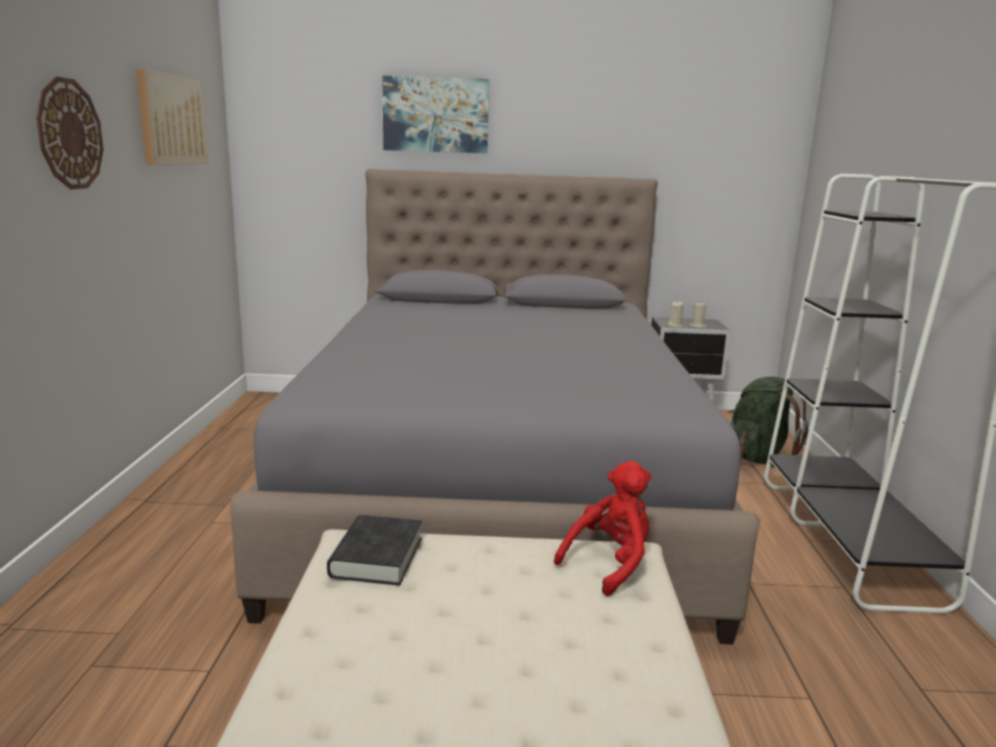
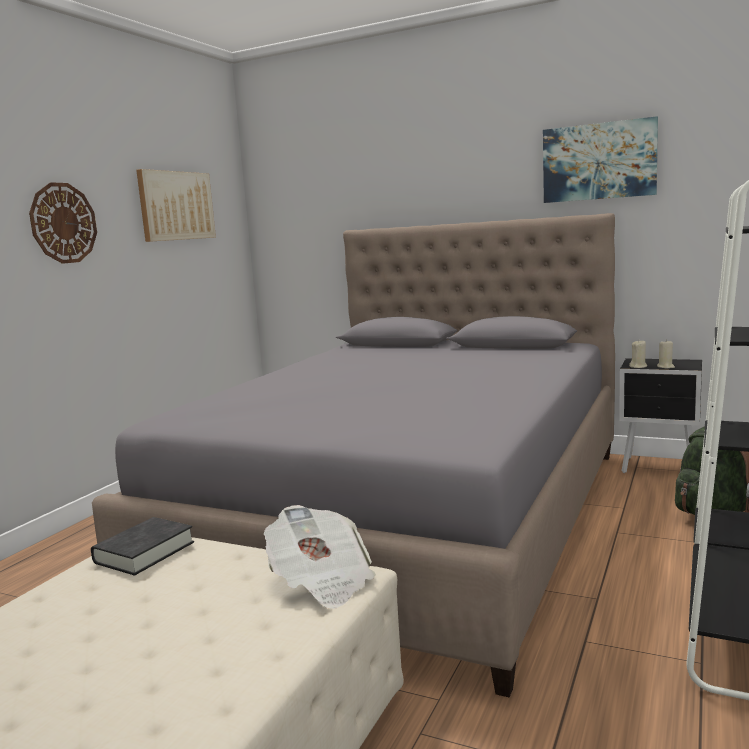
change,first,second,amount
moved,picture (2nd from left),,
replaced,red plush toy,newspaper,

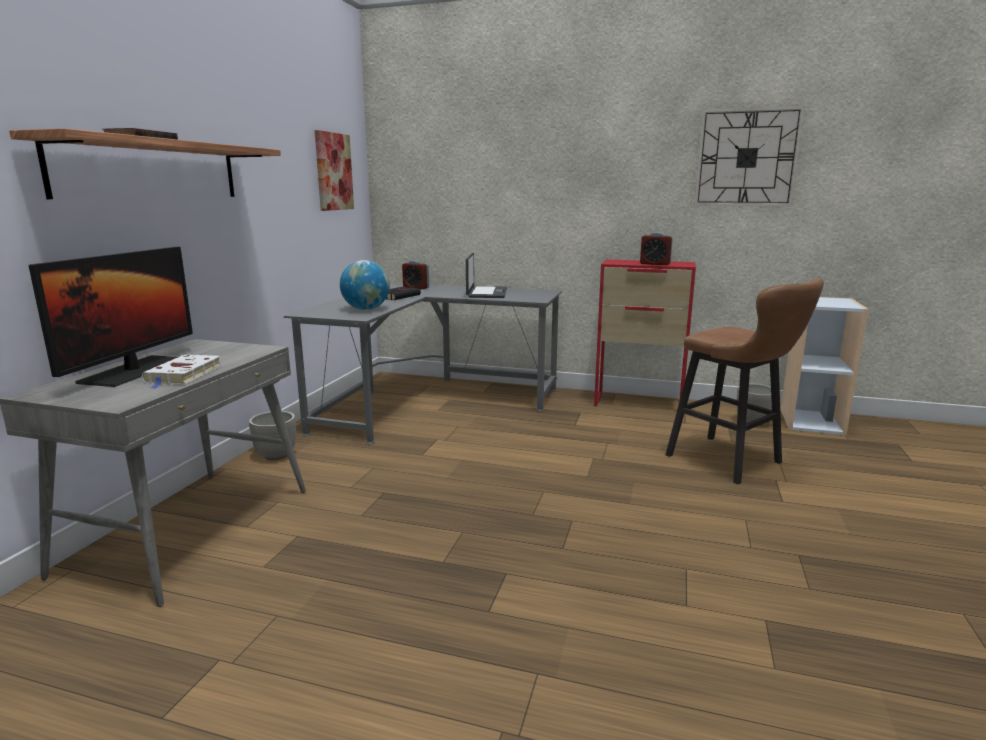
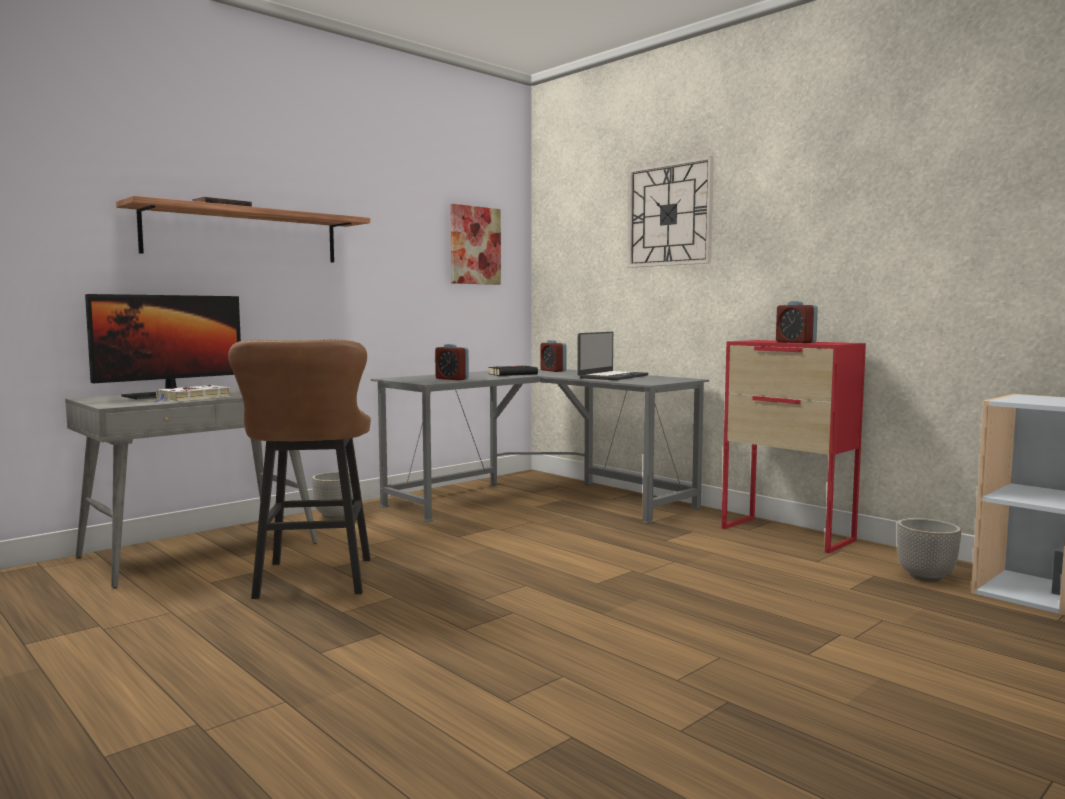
change,first,second,amount
moved,wall clock,,
replaced,globe,alarm clock (1st from left),
moved,brown stool,,

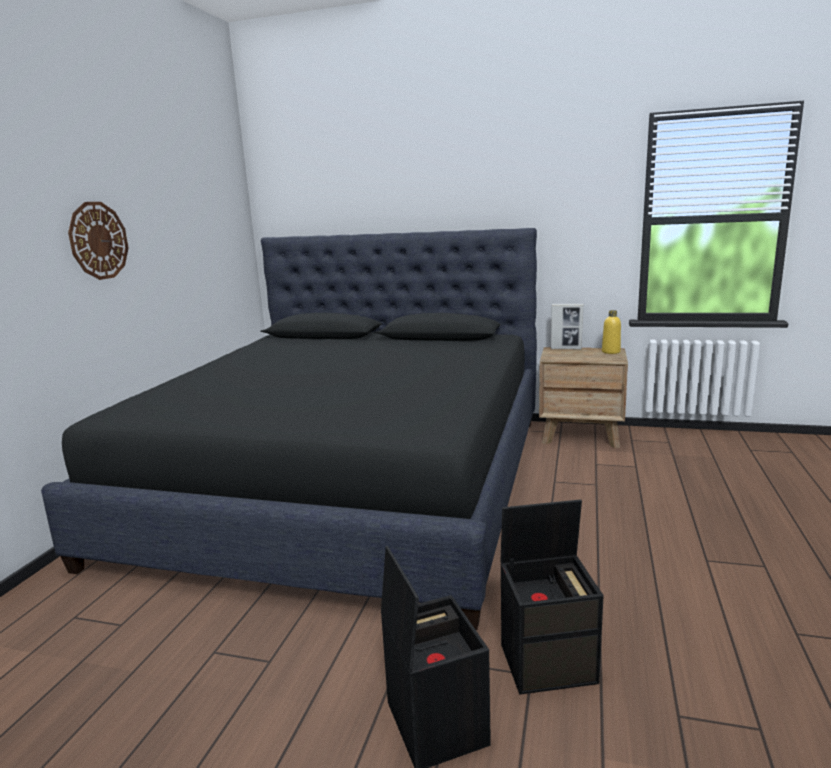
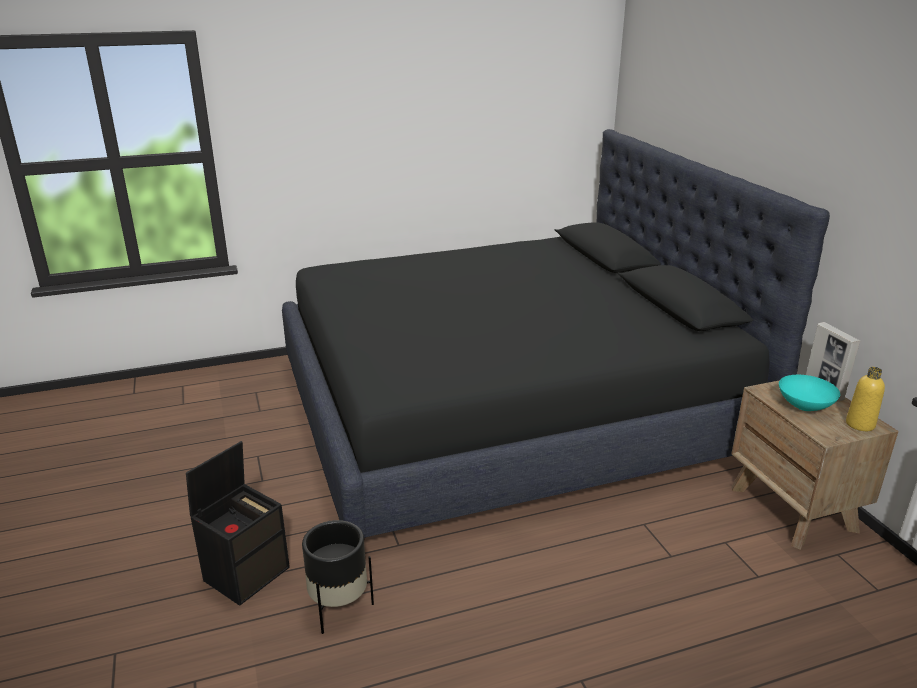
change,first,second,amount
removed,wall clock,,
replaced,black storage box (2nd from left),black planter,
added,,turquoise bowl,

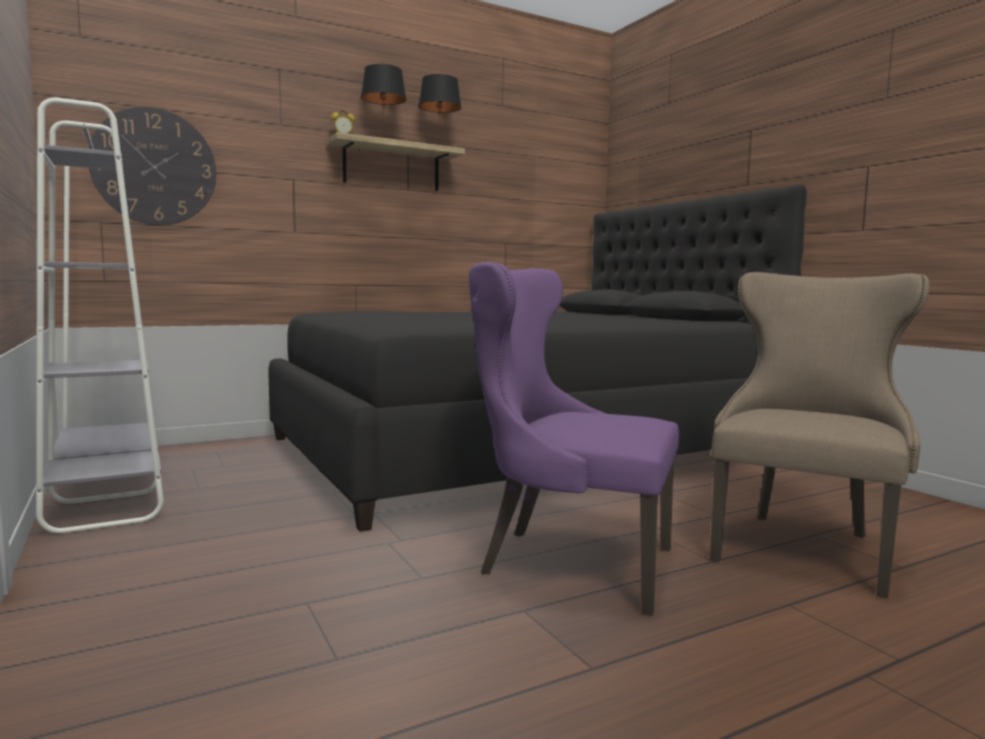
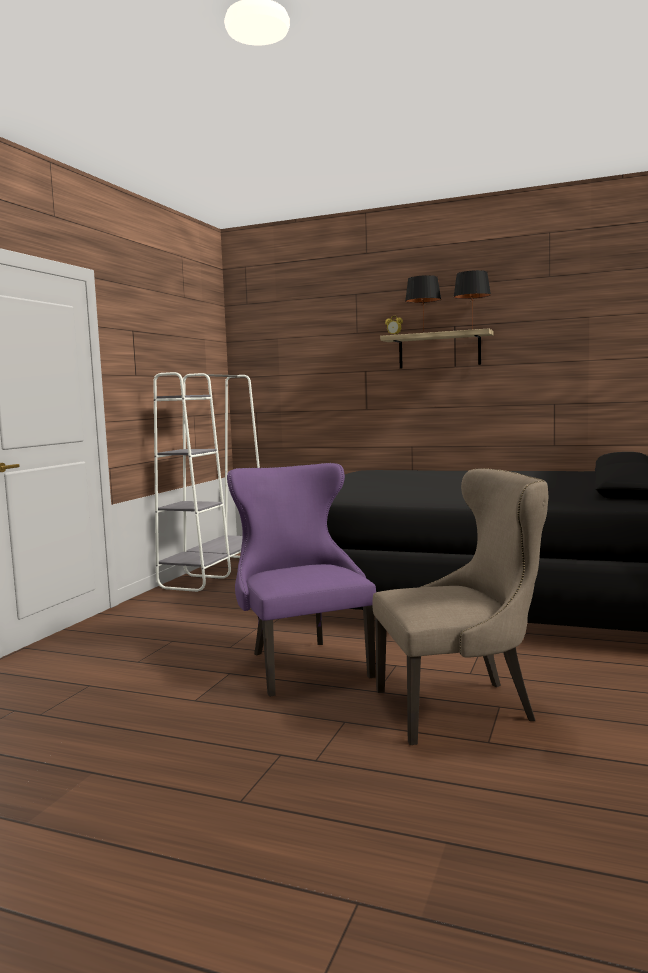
change,first,second,amount
removed,wall clock,,

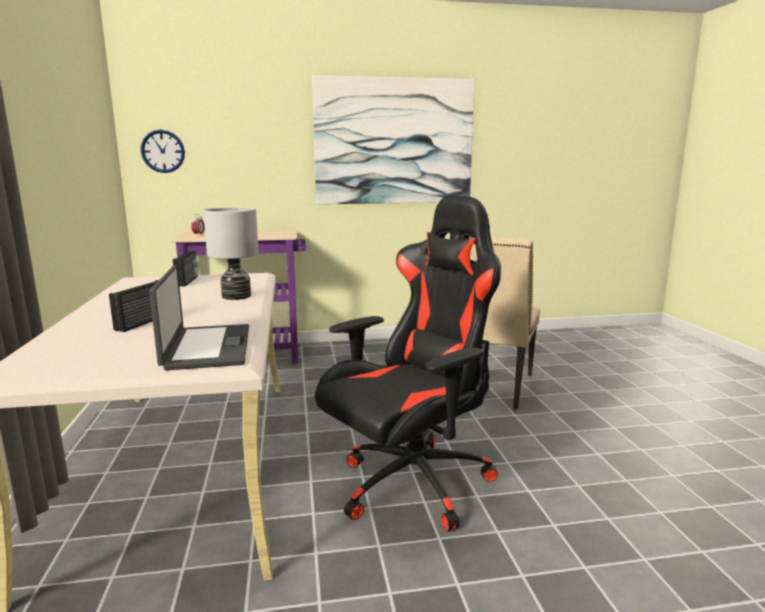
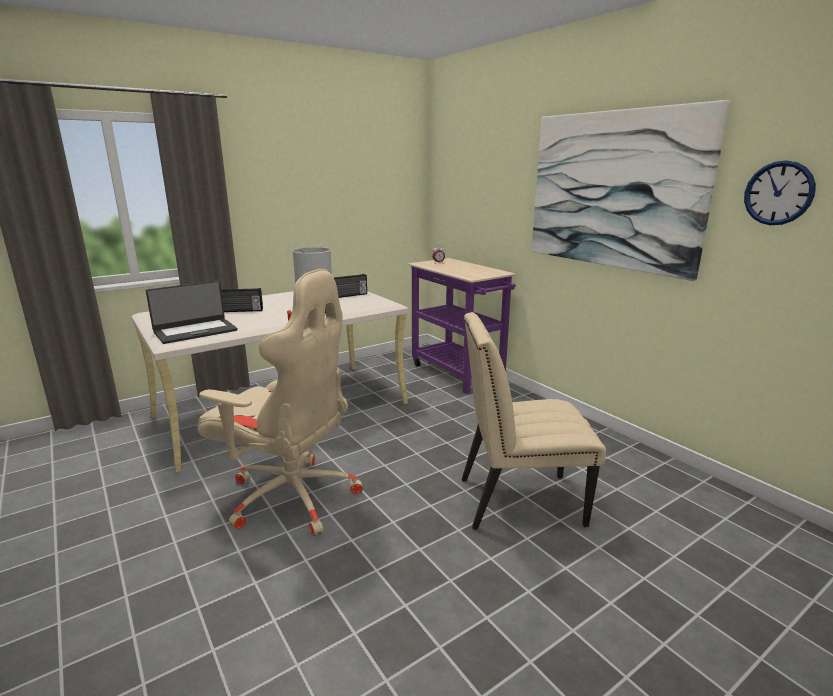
change,first,second,amount
moved,wall clock,,
recoloured,black office chair,beige office chair,

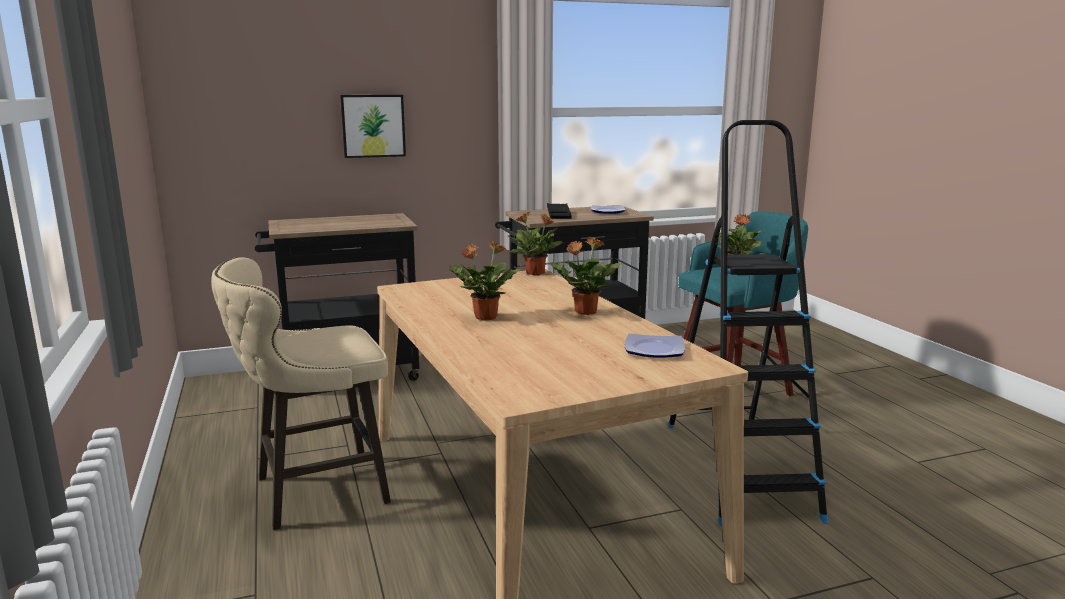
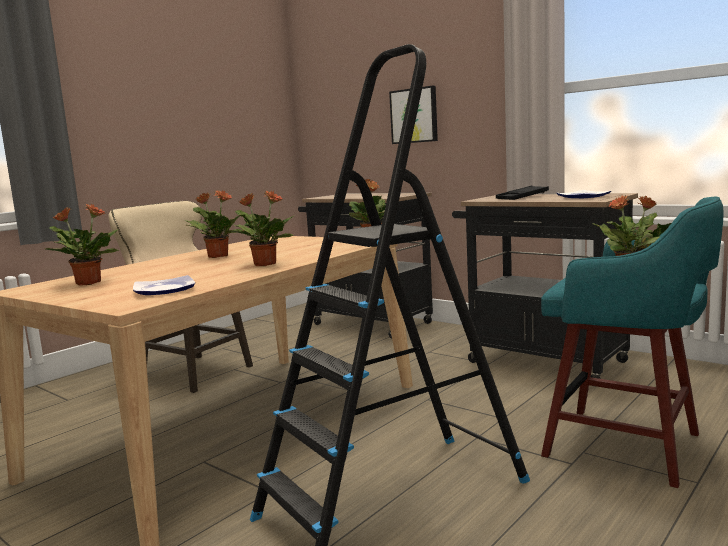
change,first,second,amount
added,,potted plant (1st from left),

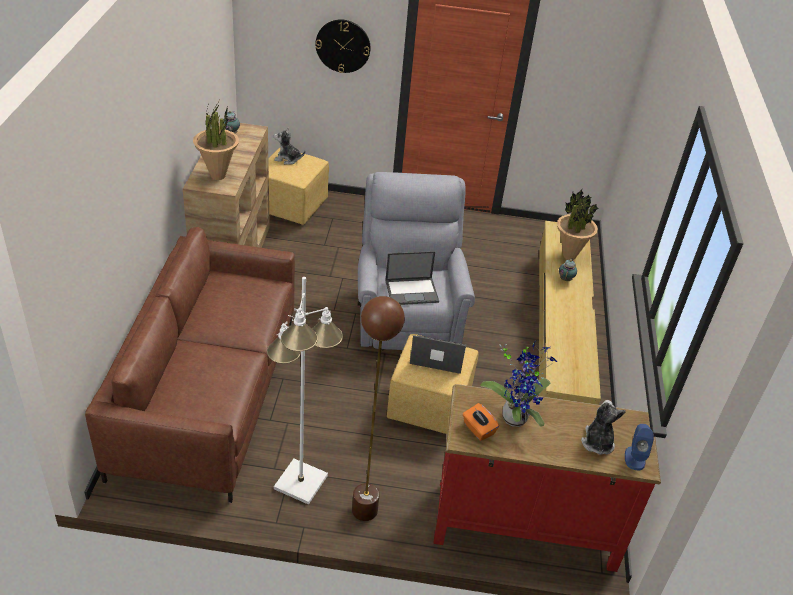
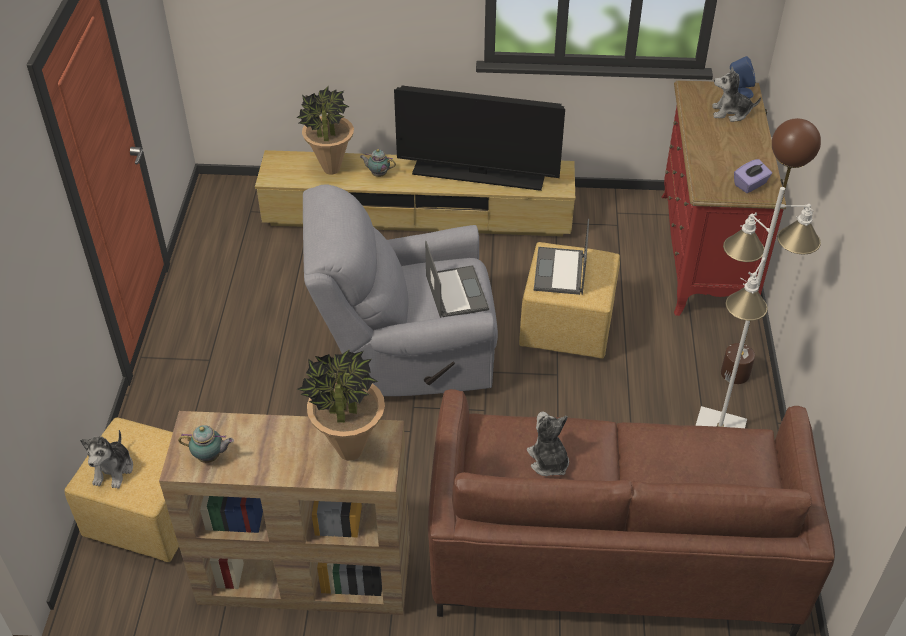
change,first,second,amount
removed,wall clock,,
removed,potted plant (2nd from left),,
recoloured,orange tissue box,purple tissue box,
added,,television,
added,,plush toy (2nd from left),

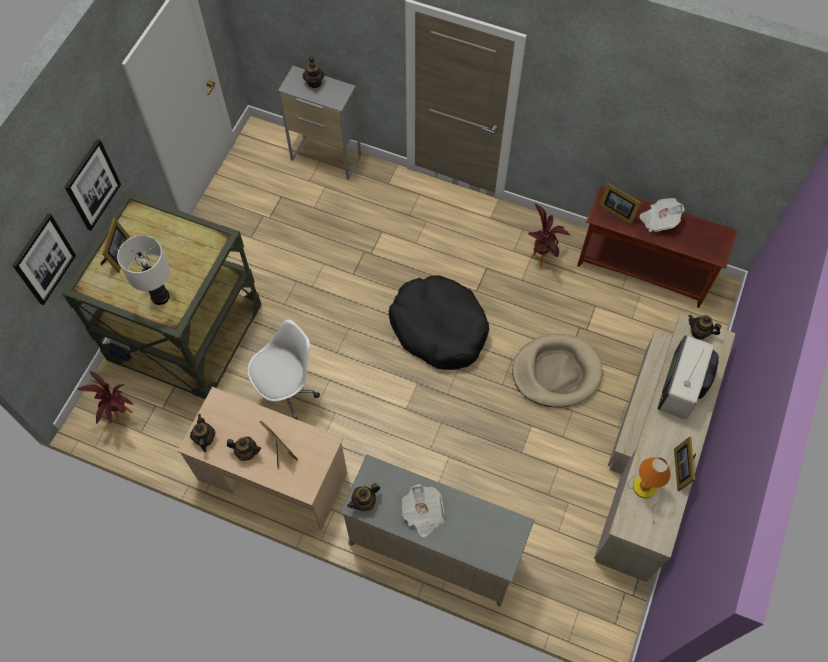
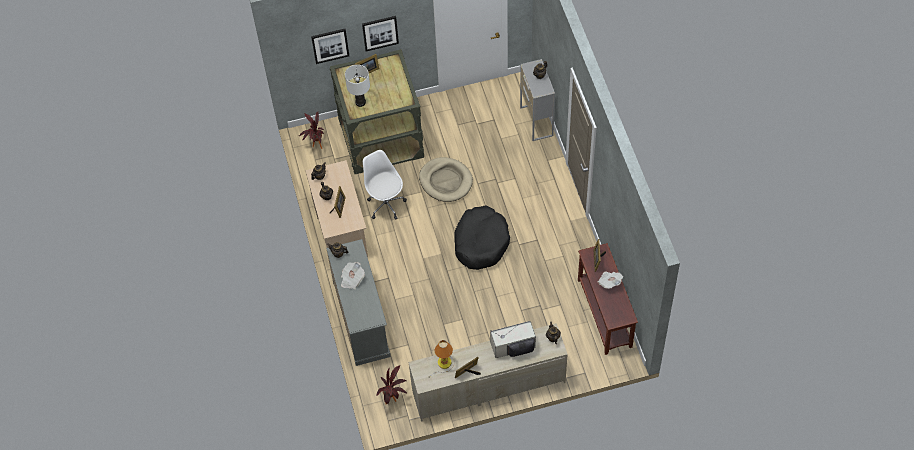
change,first,second,amount
moved,potted plant (2nd from left),,
turned,white office chair,,135 degrees counterclockwise
moved,beige dog bed,,

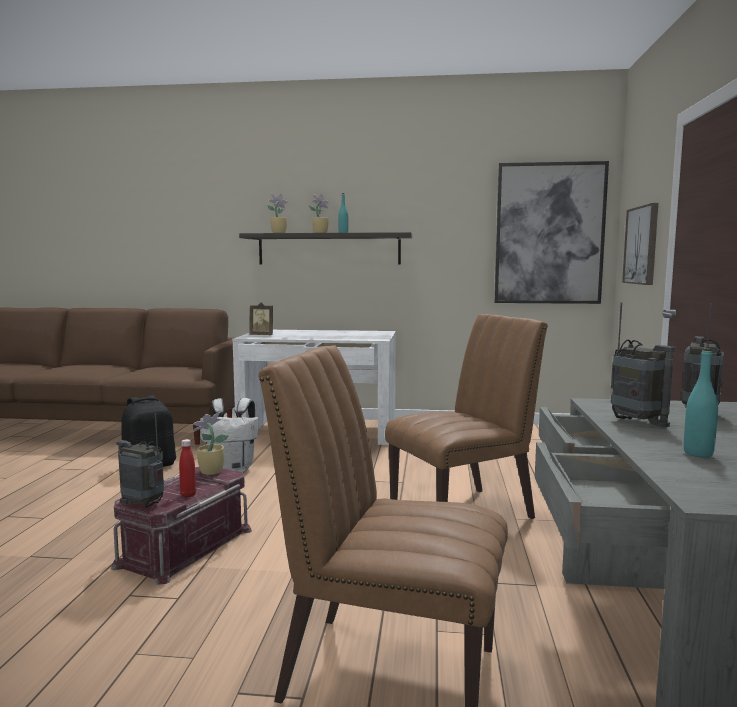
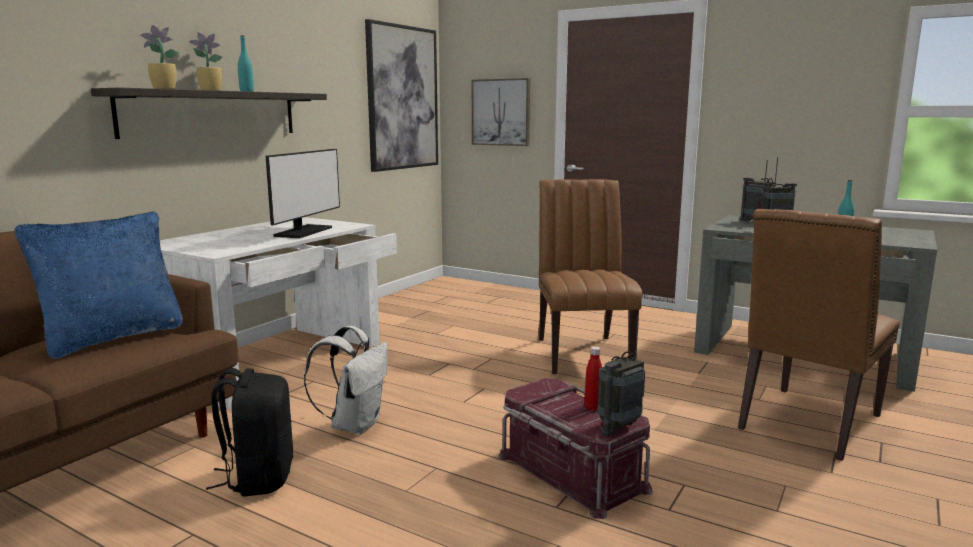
change,first,second,amount
removed,picture frame,,
removed,potted plant (1st from left),,
added,,monitor,
added,,blue pillow,

